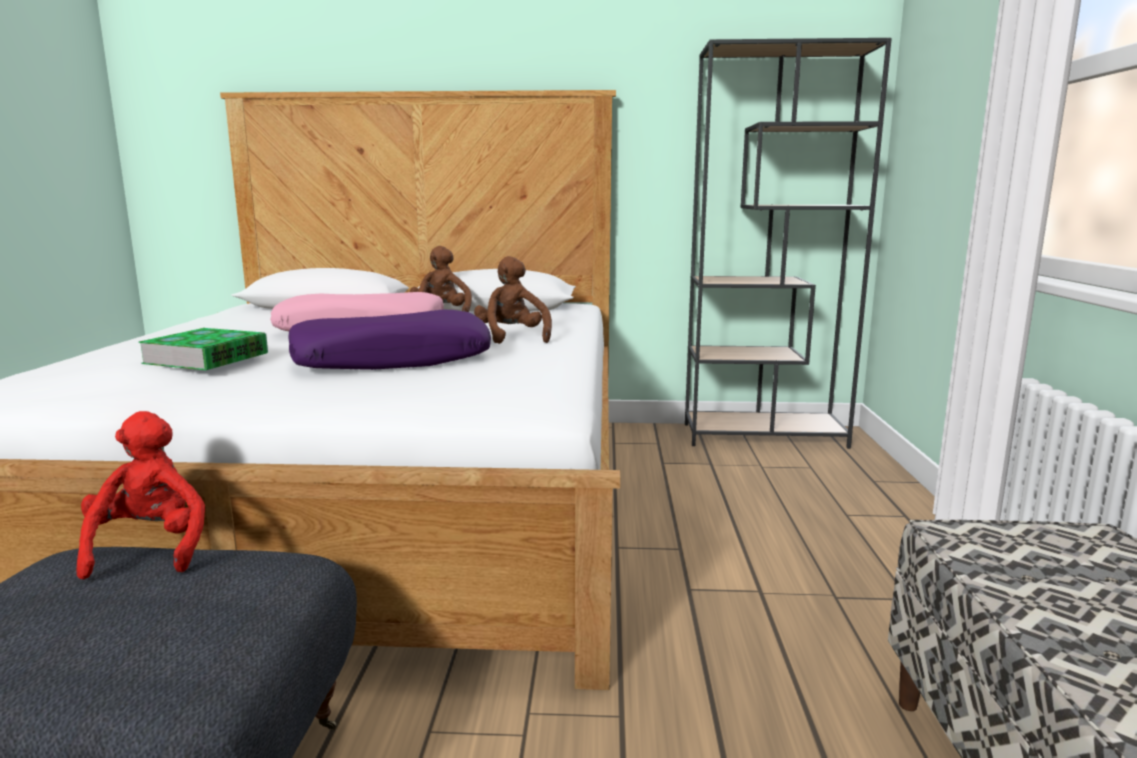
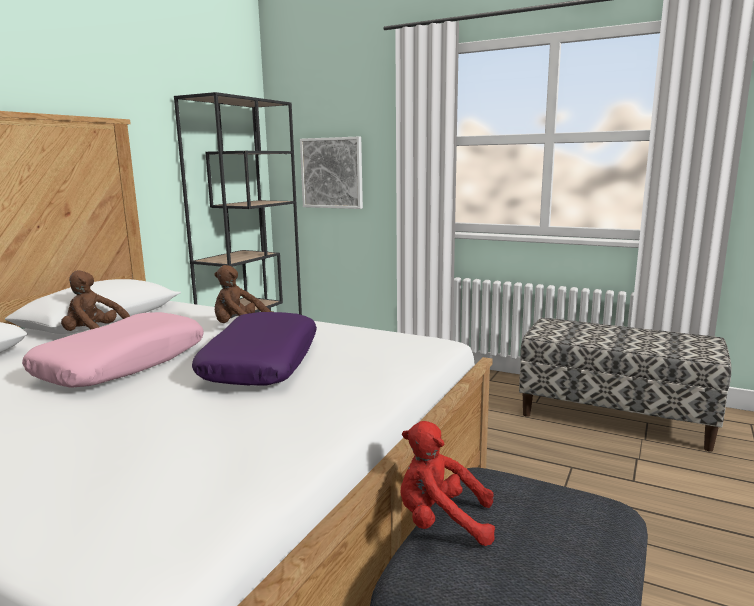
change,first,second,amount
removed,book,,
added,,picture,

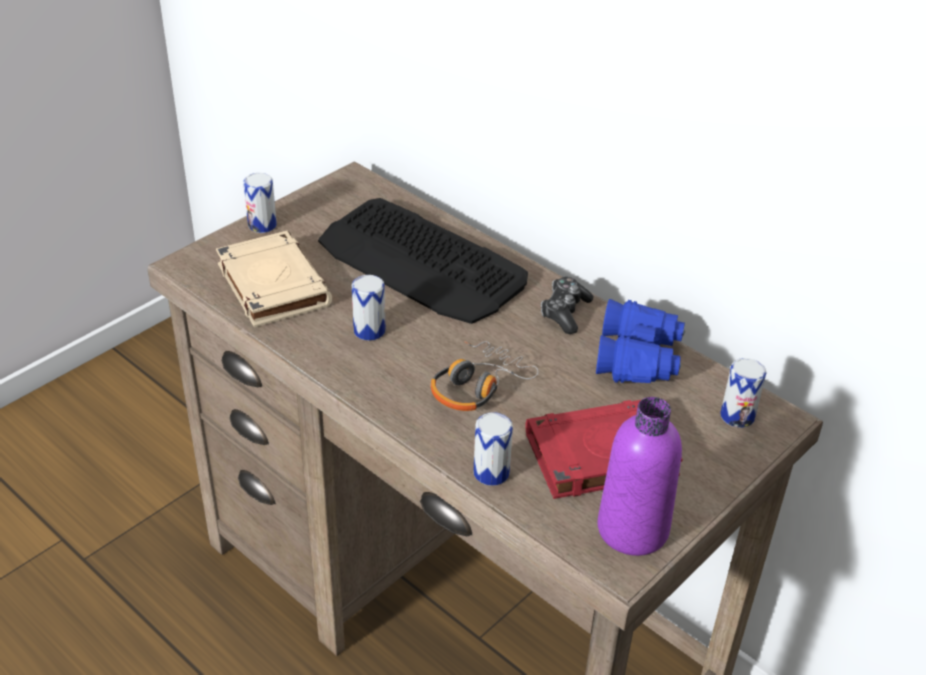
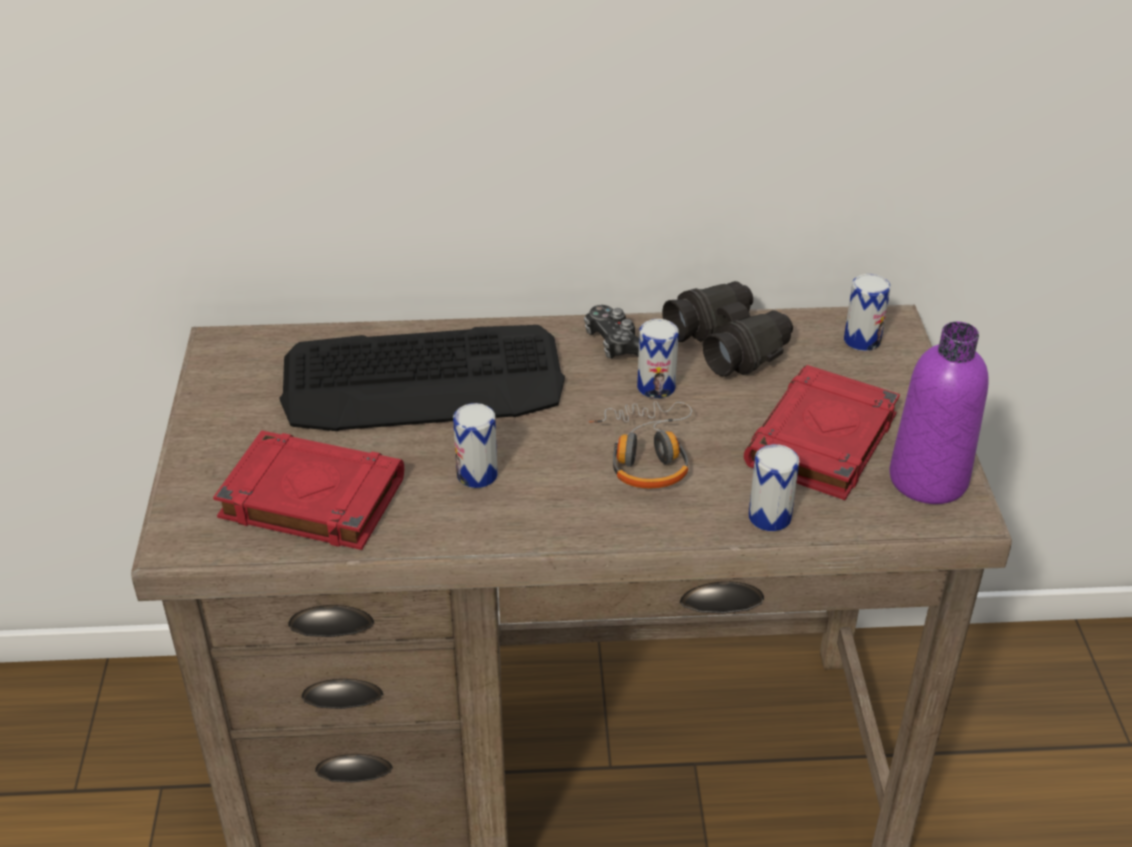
change,first,second,amount
moved,can (1st from left in the first image),can (2nd from left),
recoloured,beige book,red book (1st from left),
recoloured,blue binoculars,black binoculars,

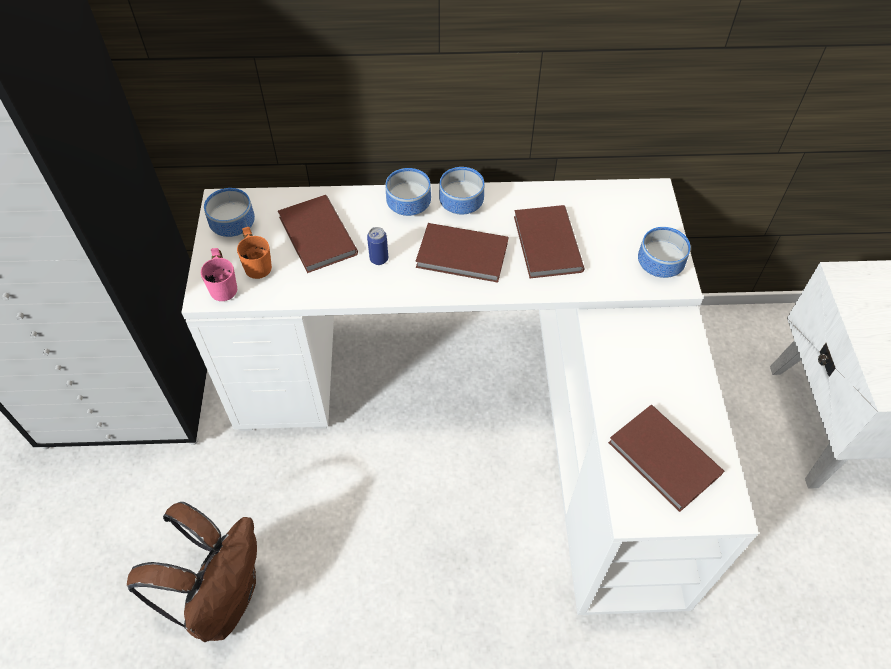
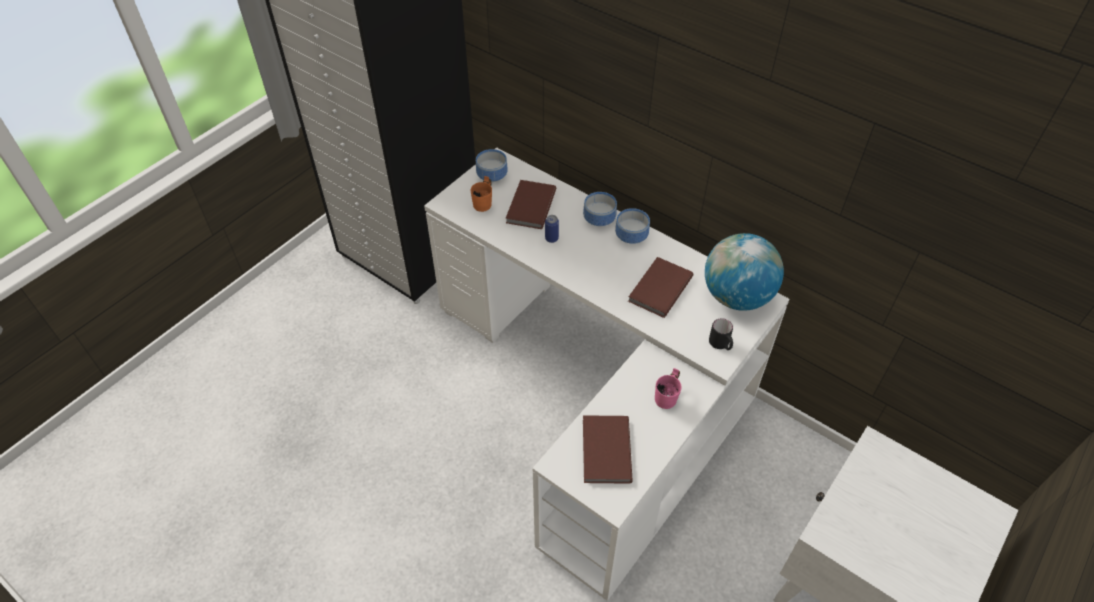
change,first,second,amount
removed,brown book (2nd from left),,
replaced,bowl (4th from left),black mug,
moved,pink mug,,
removed,brown backpack,,
added,,globe,

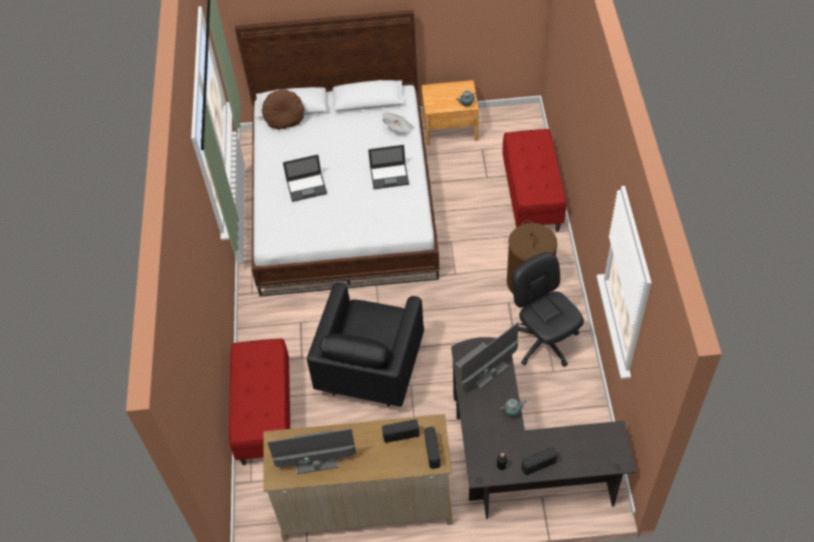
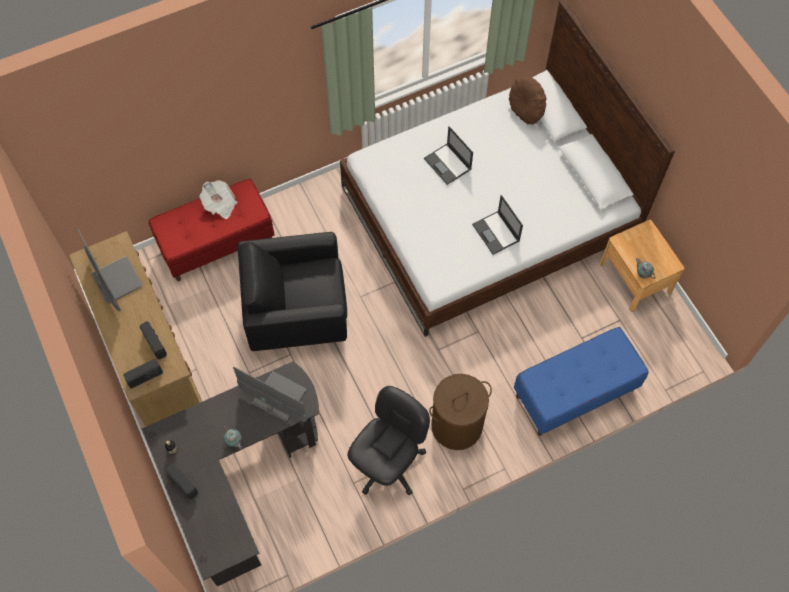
change,first,second,amount
moved,newspaper,,
recoloured,red bench (2nd from left),blue bench,

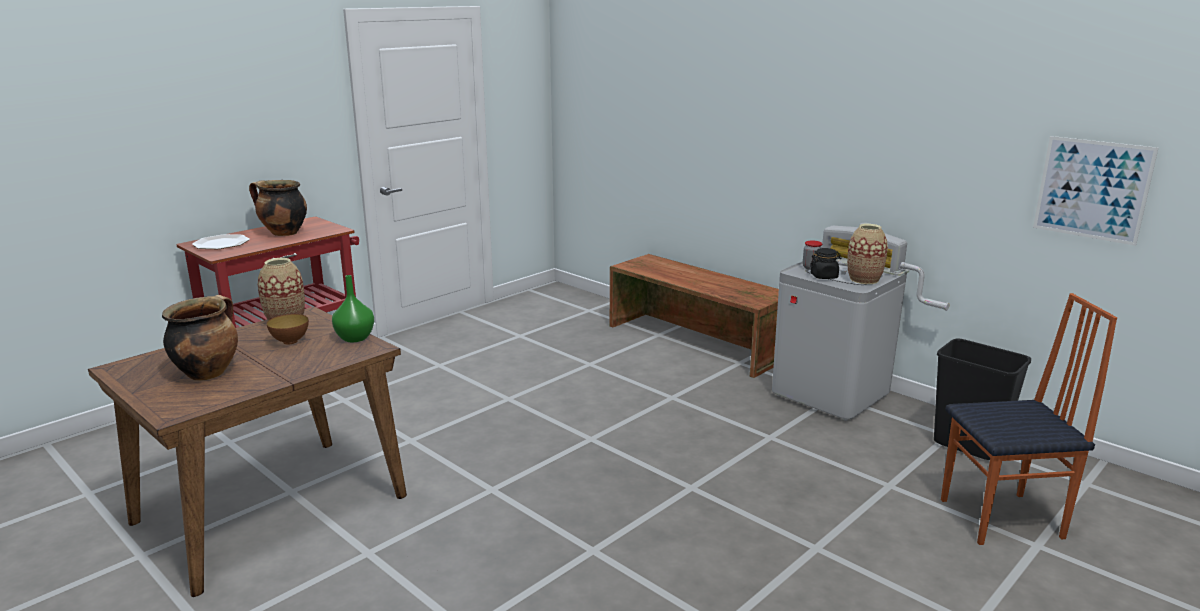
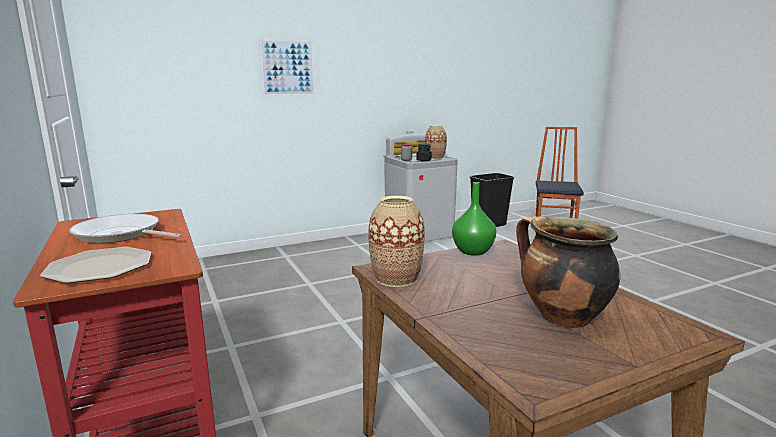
change,first,second,amount
moved,picture,,
replaced,cooking pot (2nd from left),frying pan,
removed,brown bench,,
removed,bowl,,

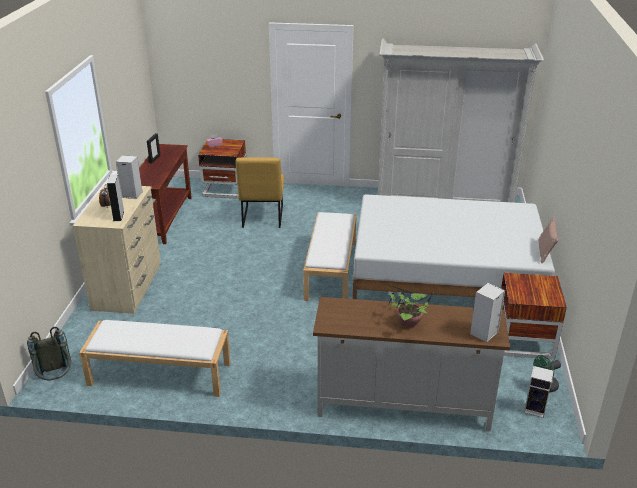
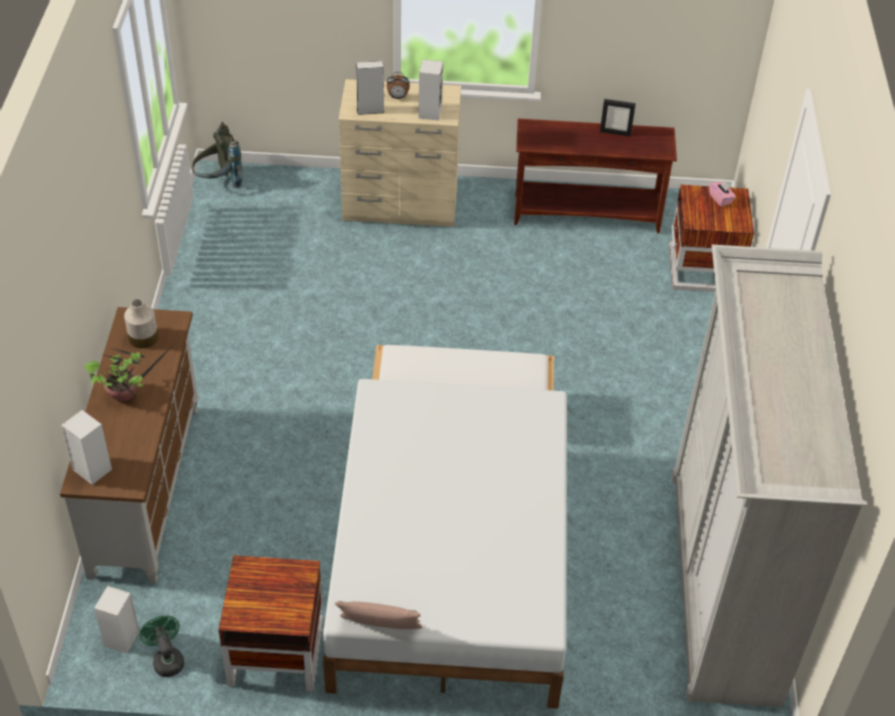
change,first,second,amount
removed,yellow chair,,
removed,white bench (1st from left),,
added,,beige vase,

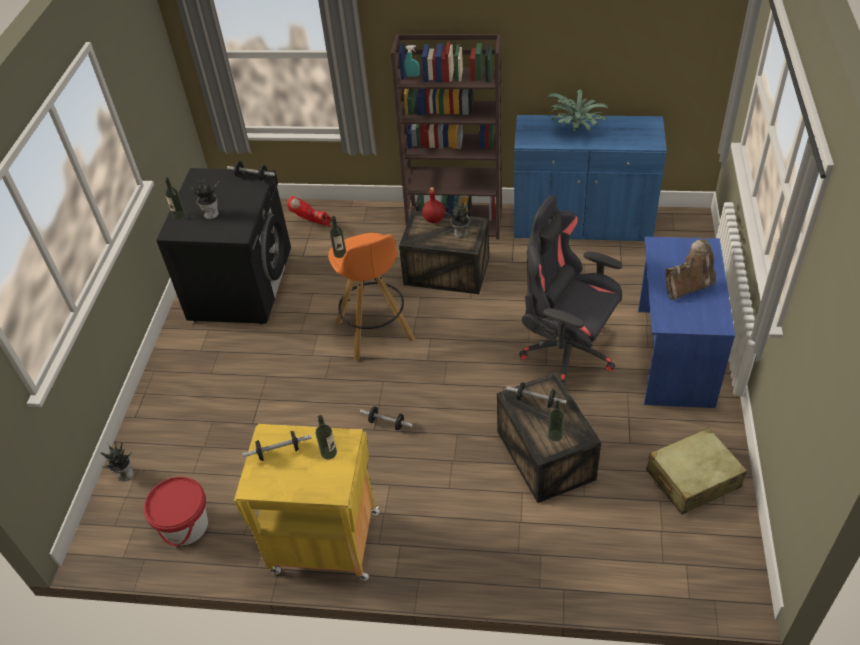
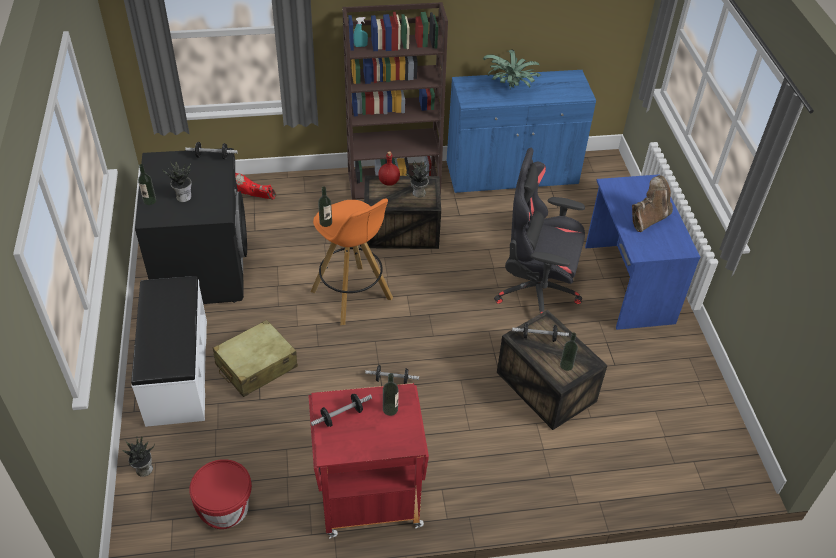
change,first,second,amount
recoloured,yellow cart,red cart,
moved,beige suitcase,,
added,,white bench,

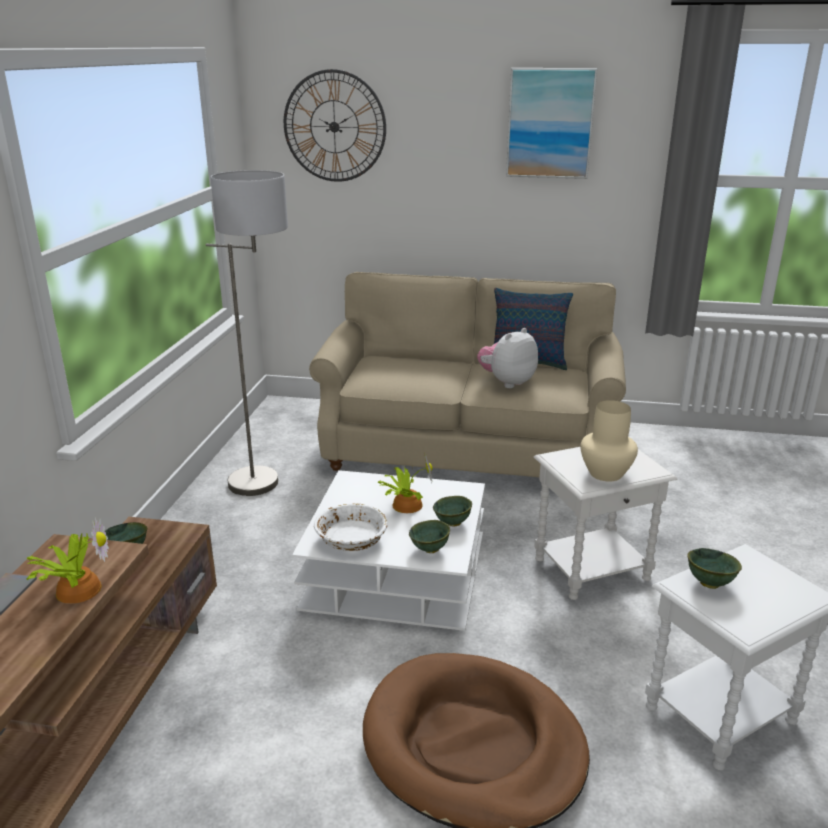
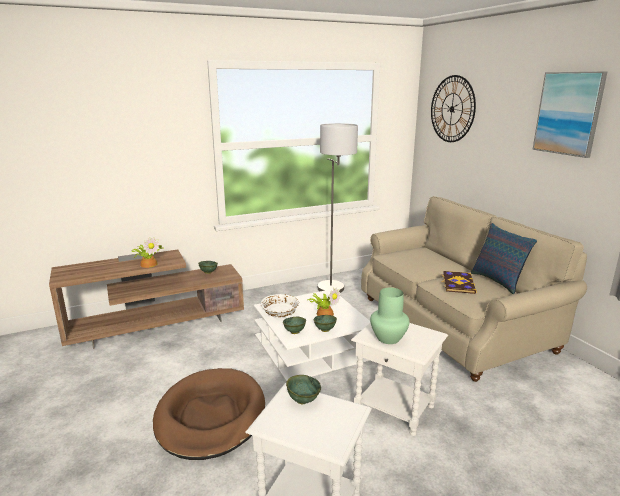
change,first,second,amount
replaced,plush toy,book,
recoloured,beige vase,green vase,

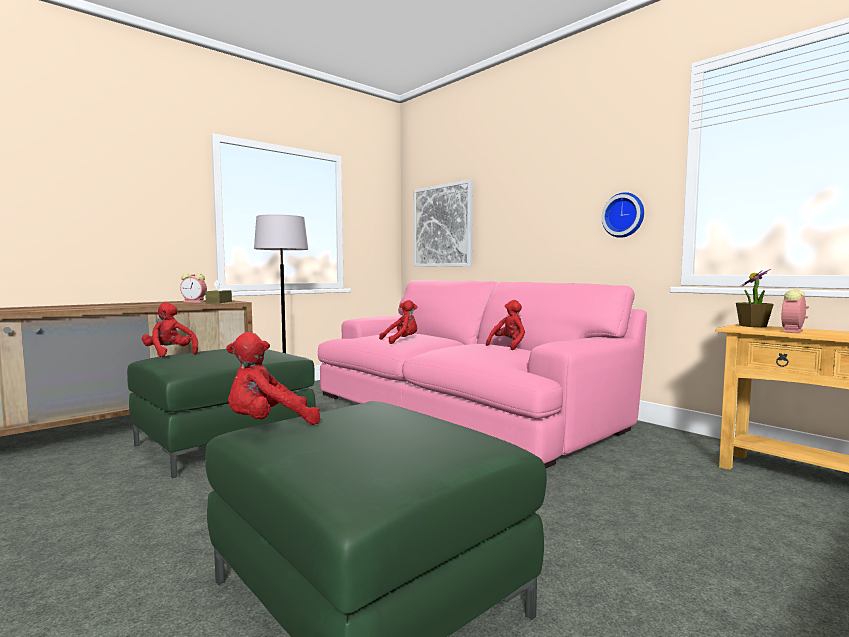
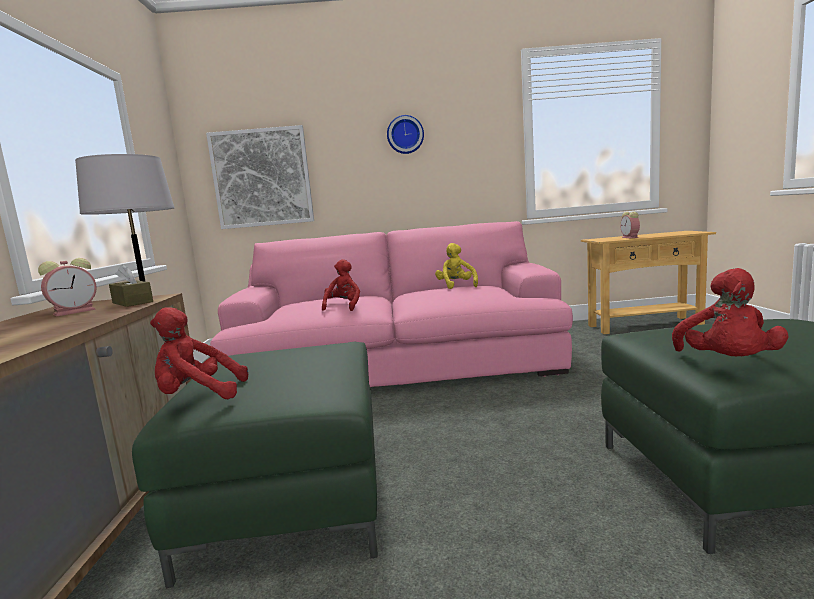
change,first,second,amount
moved,wall clock,,
removed,potted plant,,
recoloured,red plush toy (4th from left),yellow plush toy,

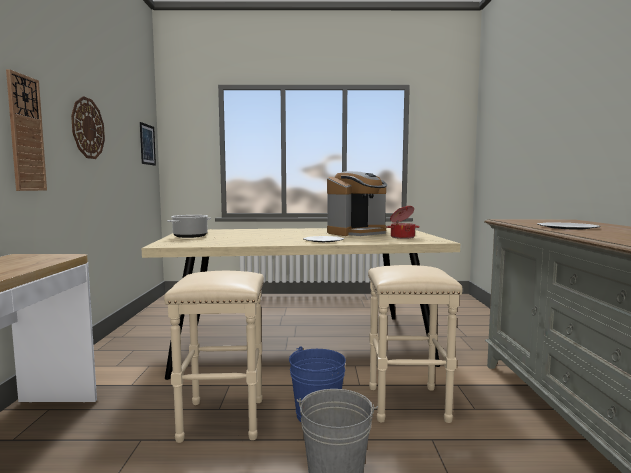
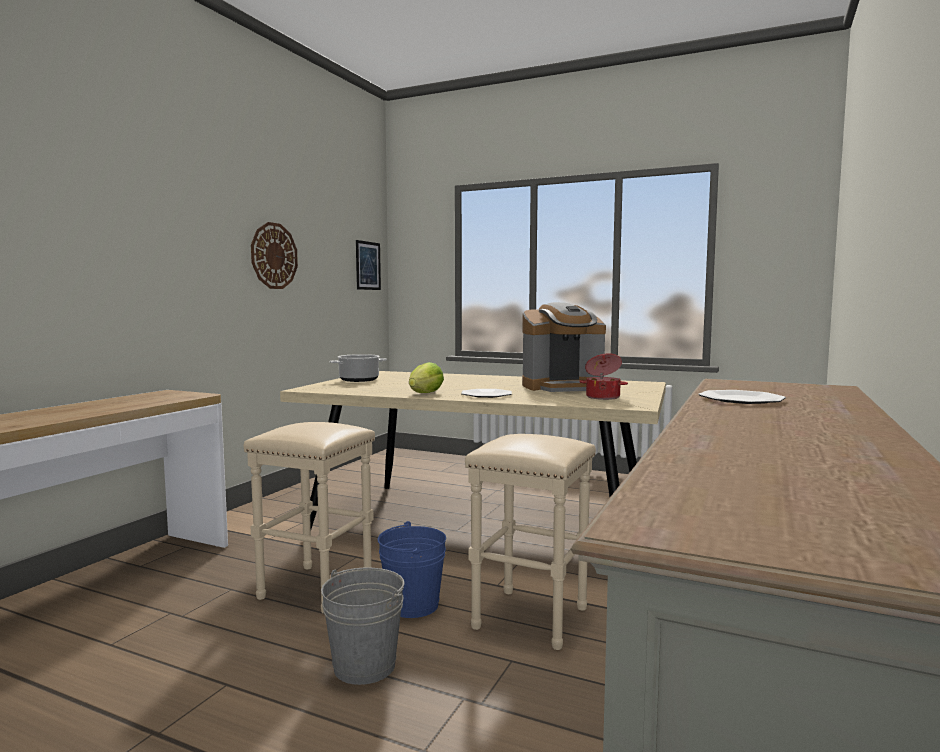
change,first,second,amount
removed,wall clock (1st from left),,
added,,lettuce,

